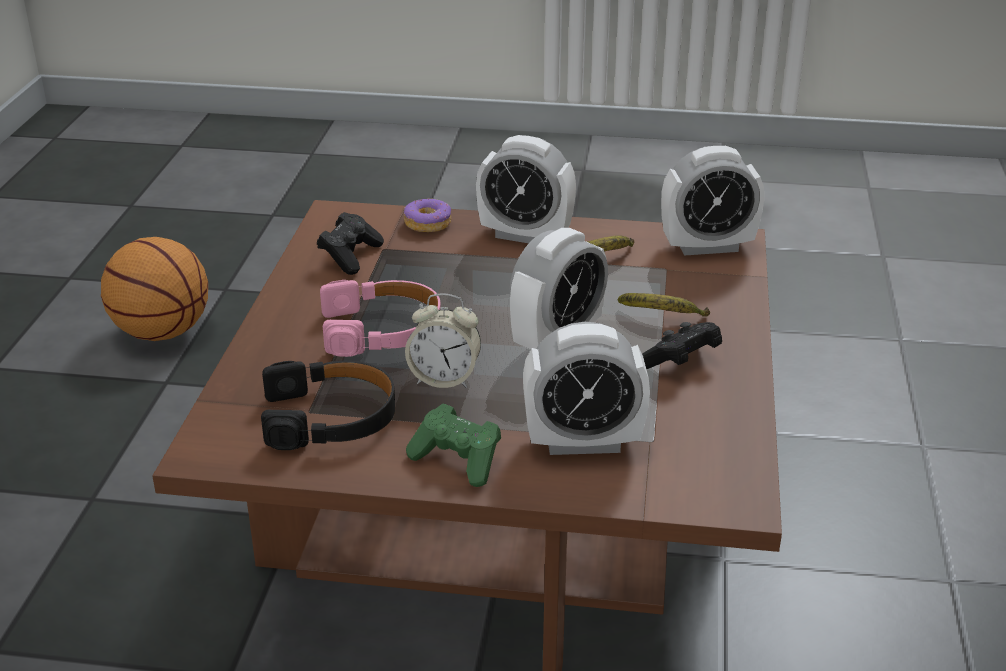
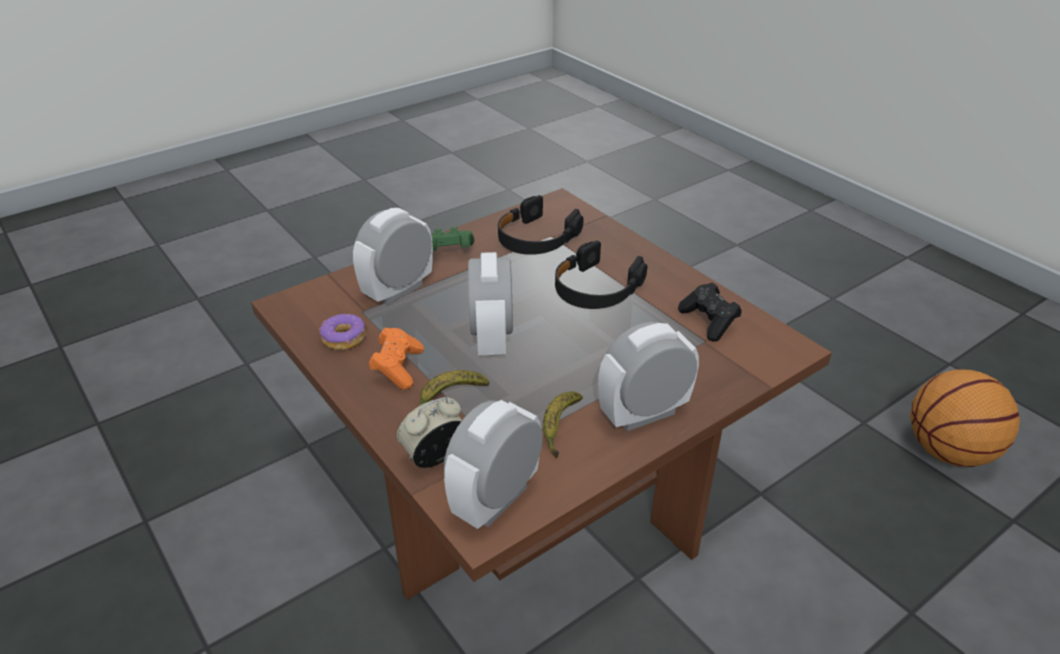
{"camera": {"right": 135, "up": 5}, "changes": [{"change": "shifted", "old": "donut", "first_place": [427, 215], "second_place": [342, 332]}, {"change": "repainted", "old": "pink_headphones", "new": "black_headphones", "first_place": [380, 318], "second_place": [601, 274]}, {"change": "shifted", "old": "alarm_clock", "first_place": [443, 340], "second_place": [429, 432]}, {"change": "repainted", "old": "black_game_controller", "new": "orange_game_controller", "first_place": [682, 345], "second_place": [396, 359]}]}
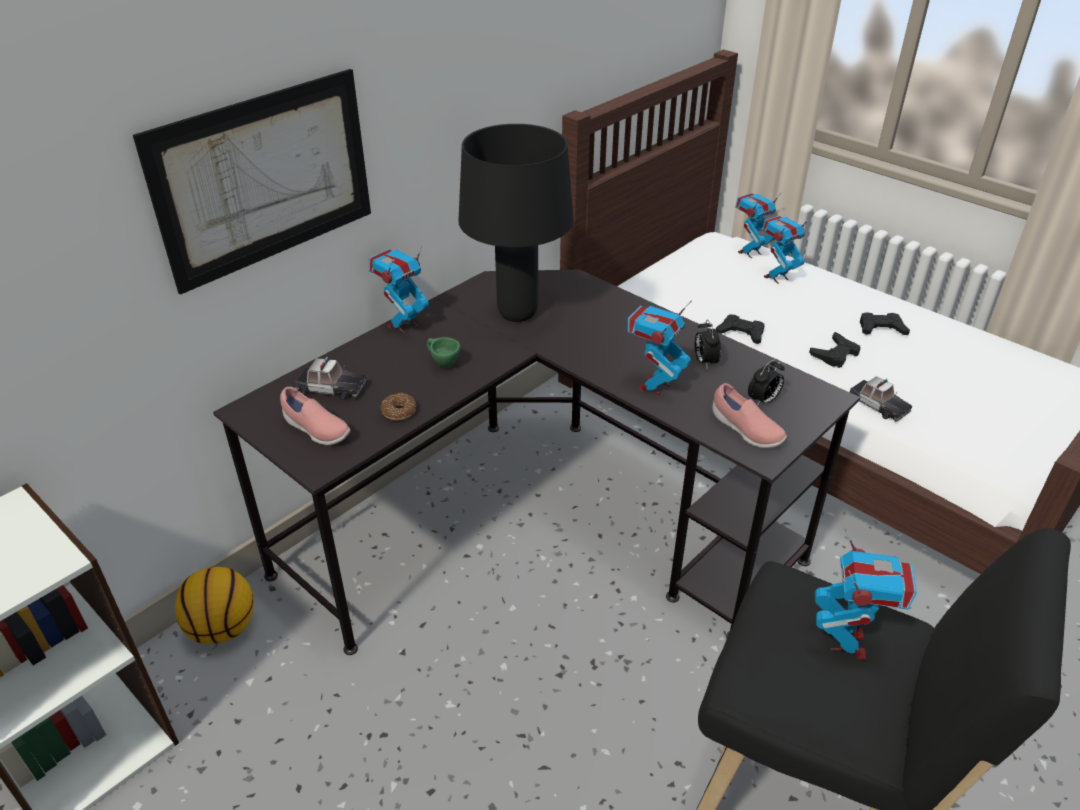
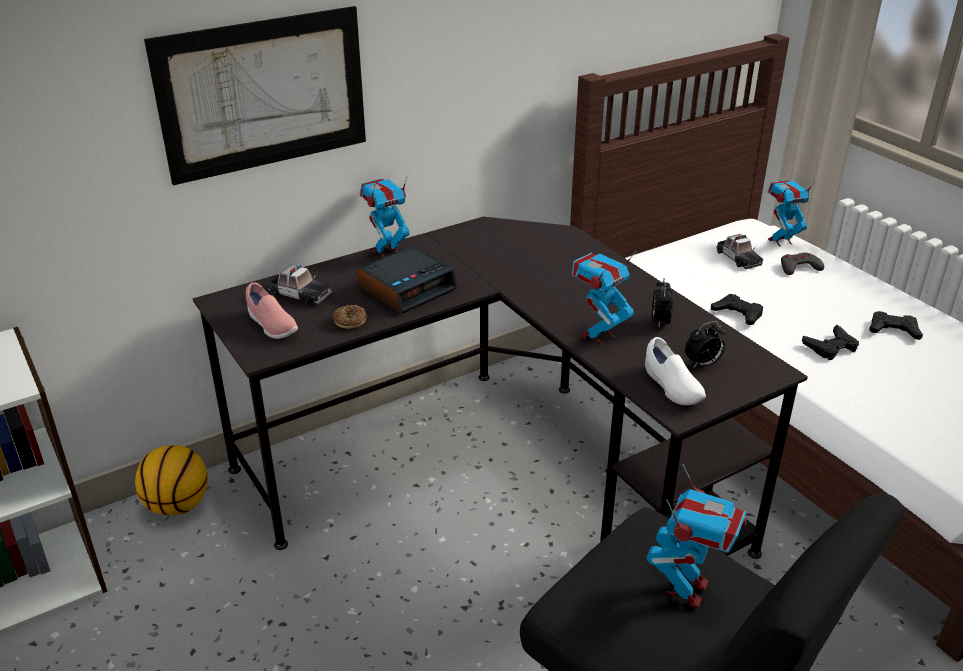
{"camera": {"right": 15, "up": -5}, "changes": [{"change": "gone", "old": "black_table_lamp", "first_place": [516, 223]}, {"change": "swapped", "old": "toy_robot", "new": "grey_game_controller", "first_place": [786, 250], "second_place": [802, 264]}, {"change": "swapped", "old": "green_cup", "new": "alarm_clock", "first_place": [443, 352], "second_place": [407, 280]}, {"change": "shifted", "old": "toy_car", "first_place": [881, 399], "second_place": [739, 251]}, {"change": "repainted", "old": "pink_shoe", "new": "white_shoe", "first_place": [749, 415], "second_place": [675, 371]}]}
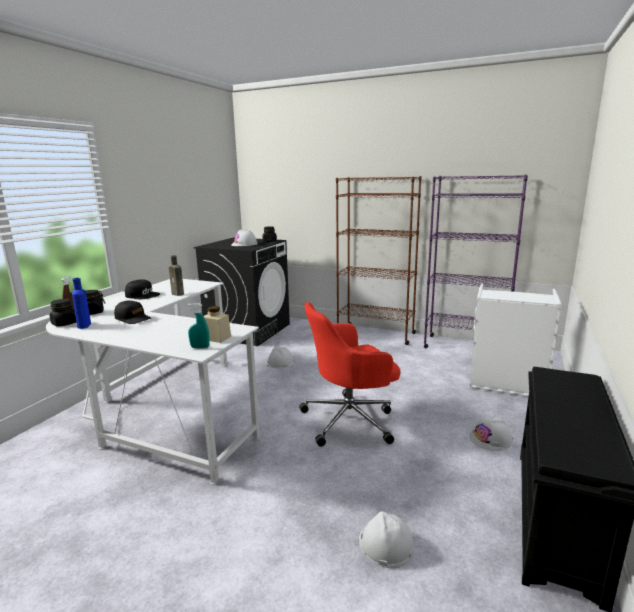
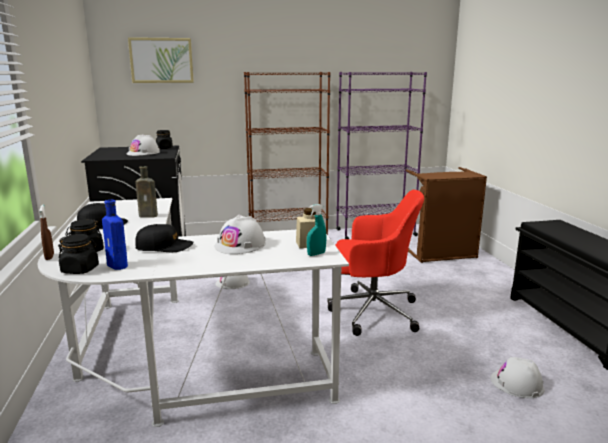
{"camera": {"right": -35, "up": 0}, "changes": [{"change": "repainted", "old": "white_laundry_basket", "new": "brown_laundry_basket", "first_place": [515, 340], "second_place": [446, 215]}, {"change": "rotated", "old": "red_office_chair", "first_place": [350, 374], "second_place": [375, 263], "degrees": -120}, {"change": "shifted", "old": "white_hard_hat", "first_place": [491, 433], "second_place": [240, 234]}, {"change": "new", "new": "picture", "second_place": [161, 60]}]}
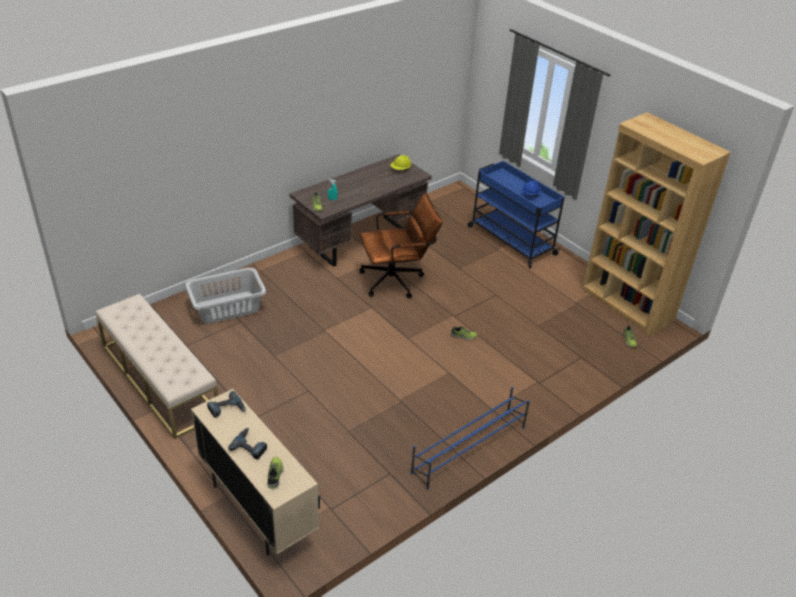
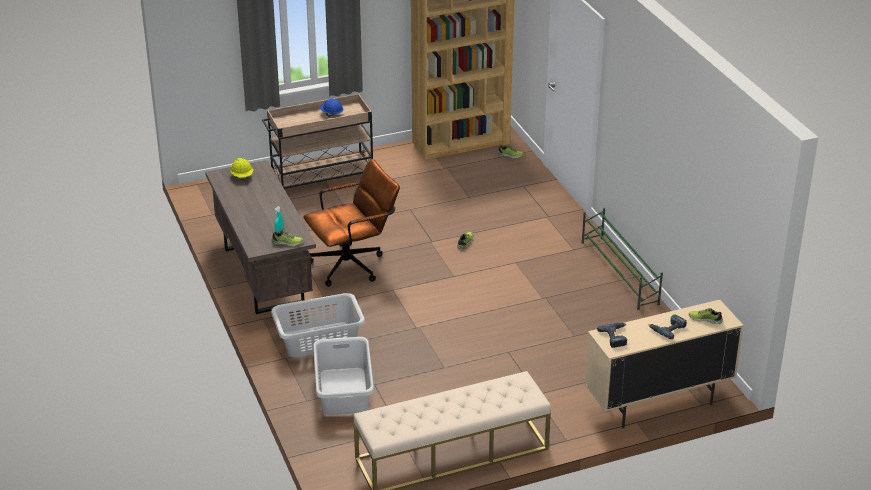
{"camera": {"right": -70, "up": -5}, "changes": [{"change": "repainted", "old": "blue_cart", "new": "beige_cart", "first_place": [516, 214], "second_place": [317, 141]}, {"change": "rotated", "old": "brown_office_chair", "first_place": [401, 245], "second_place": [351, 223], "degrees": 60}, {"change": "repainted", "old": "blue_shoe_rack", "new": "green_shoe_rack", "first_place": [470, 438], "second_place": [622, 259]}, {"change": "new", "new": "grey_laundry_basket", "second_place": [318, 325]}]}
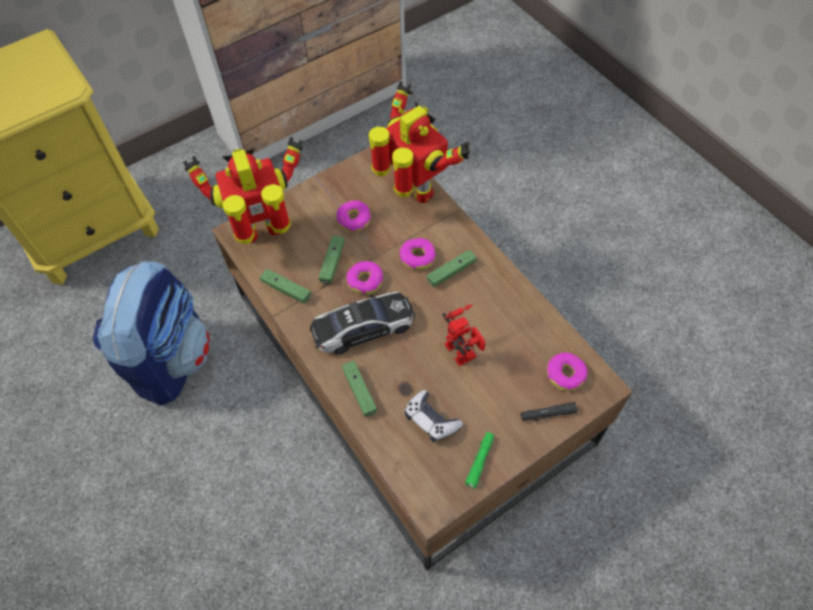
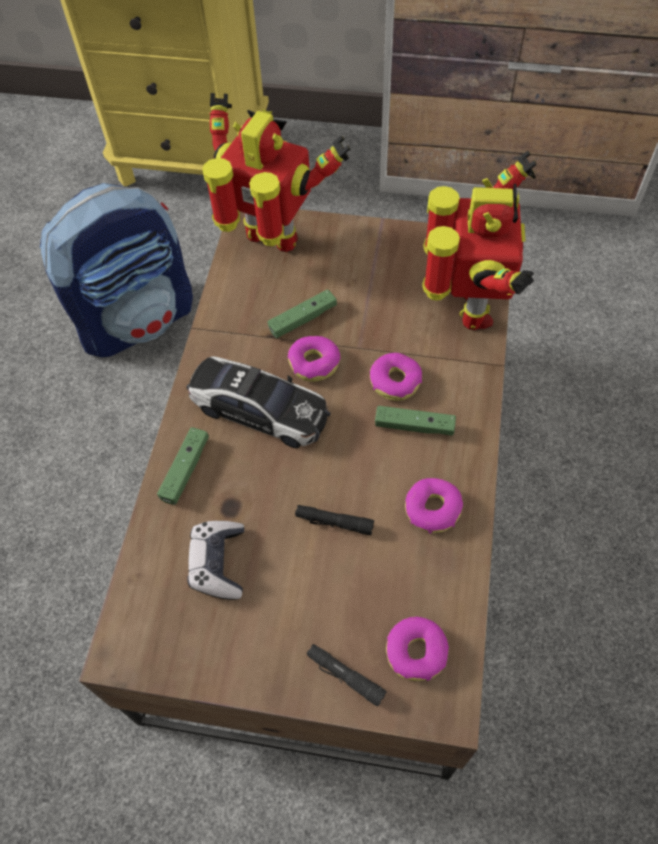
{"camera": {"right": 45, "up": 0}, "changes": [{"change": "shifted", "old": "donut", "first_place": [353, 216], "second_place": [434, 506]}, {"change": "gone", "old": "green_game_controller", "first_place": [285, 286]}, {"change": "swapped", "old": "toy_robot", "new": "black_flashlight", "first_place": [463, 335], "second_place": [334, 520]}, {"change": "gone", "old": "green_flashlight", "first_place": [479, 460]}]}
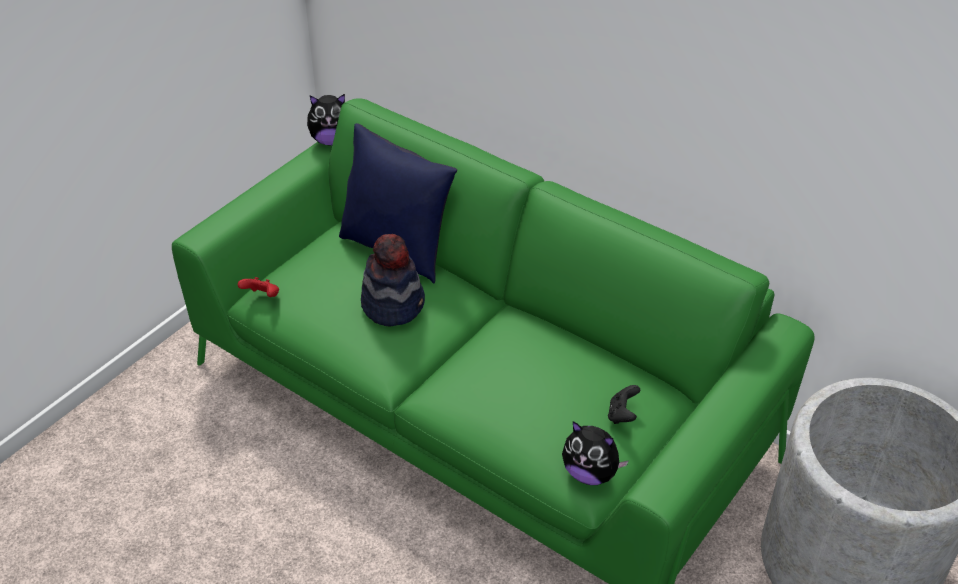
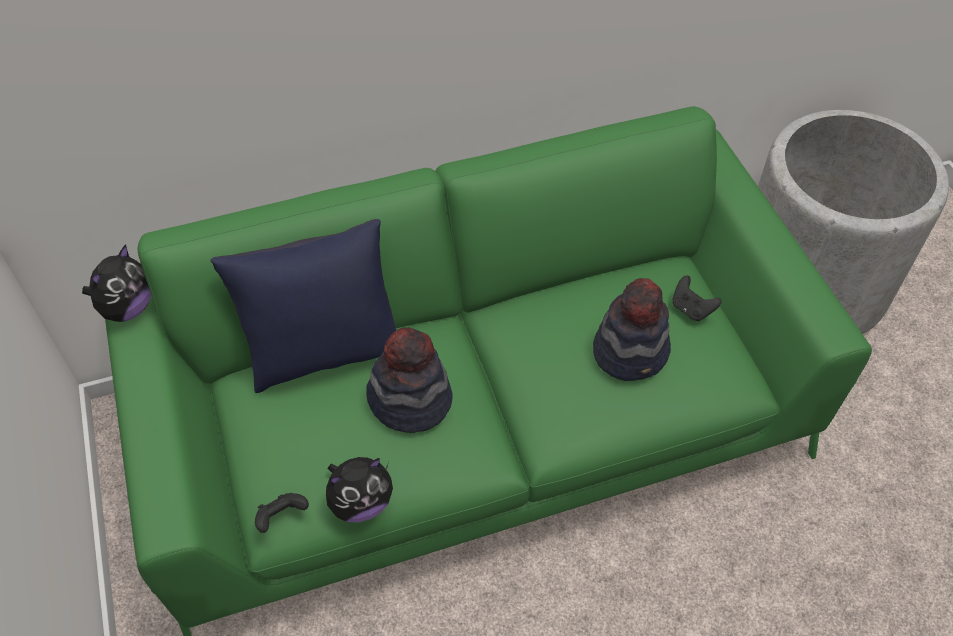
{"camera": {"right": -55, "up": 10}, "changes": [{"change": "repainted", "old": "red_game_controller", "new": "black_game_controller", "first_place": [258, 287], "second_place": [282, 513]}, {"change": "shifted", "old": "plush_toy", "first_place": [595, 453], "second_place": [359, 489]}, {"change": "new", "new": "hat", "second_place": [632, 329]}]}
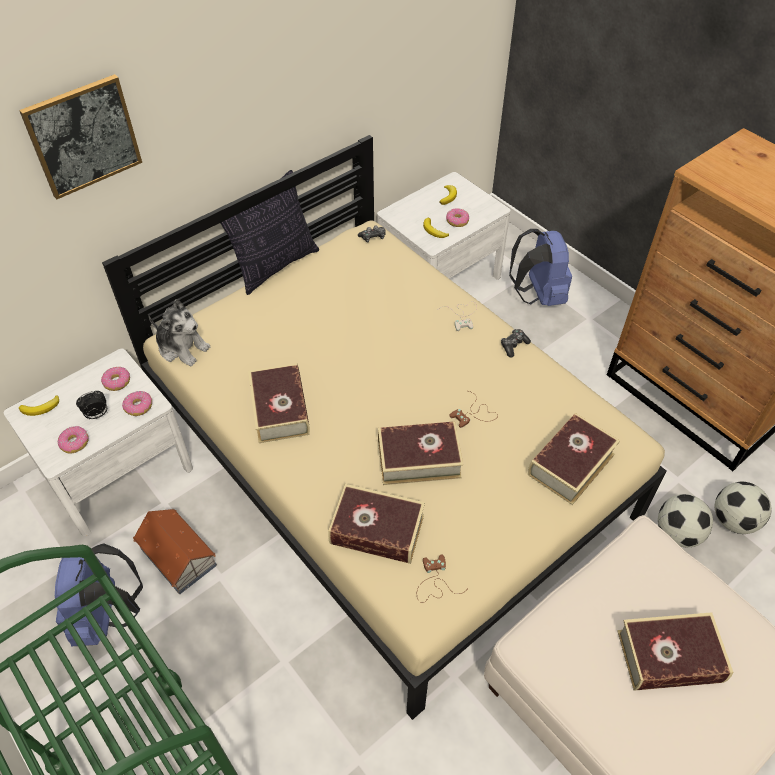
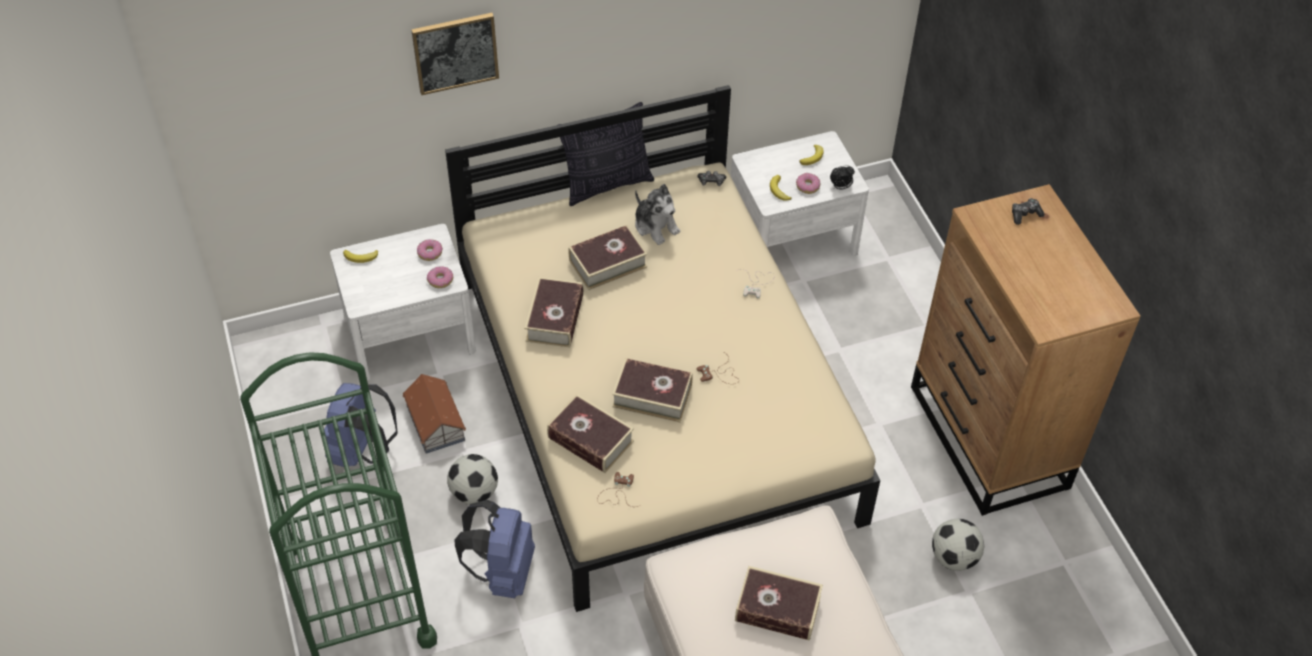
{"camera": {"right": 20, "up": 0}, "changes": [{"change": "shifted", "old": "blue_backpack", "first_place": [540, 267], "second_place": [494, 549]}, {"change": "shifted", "old": "plush_toy", "first_place": [179, 332], "second_place": [657, 214]}, {"change": "shifted", "old": "game_controller", "first_place": [516, 343], "second_place": [1028, 211]}, {"change": "shifted", "old": "alarm_clock", "first_place": [91, 405], "second_place": [842, 177]}, {"change": "shifted", "old": "book", "first_place": [574, 459], "second_place": [607, 257]}, {"change": "gone", "old": "donut", "first_place": [73, 440]}, {"change": "shifted", "old": "football", "first_place": [685, 521], "second_place": [472, 479]}]}
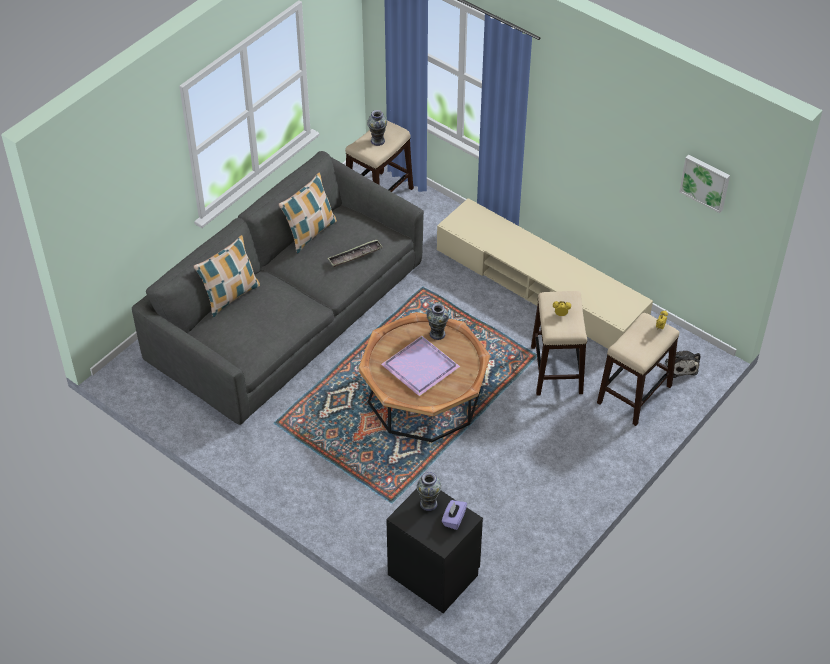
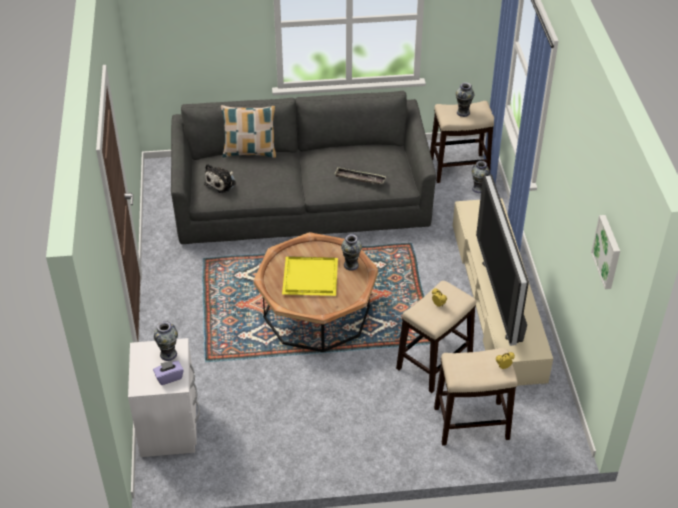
{"camera": {"right": 45, "up": -5}, "changes": [{"change": "gone", "old": "pillow", "first_place": [308, 213]}, {"change": "repainted", "old": "purple_tray", "new": "yellow_tray", "first_place": [420, 366], "second_place": [310, 276]}, {"change": "shifted", "old": "plush_toy", "first_place": [682, 364], "second_place": [220, 178]}, {"change": "repainted", "old": "black_nightstand", "new": "white_nightstand", "first_place": [434, 551], "second_place": [164, 397]}, {"change": "new", "new": "vase", "second_place": [480, 177]}, {"change": "new", "new": "television", "second_place": [502, 260]}]}
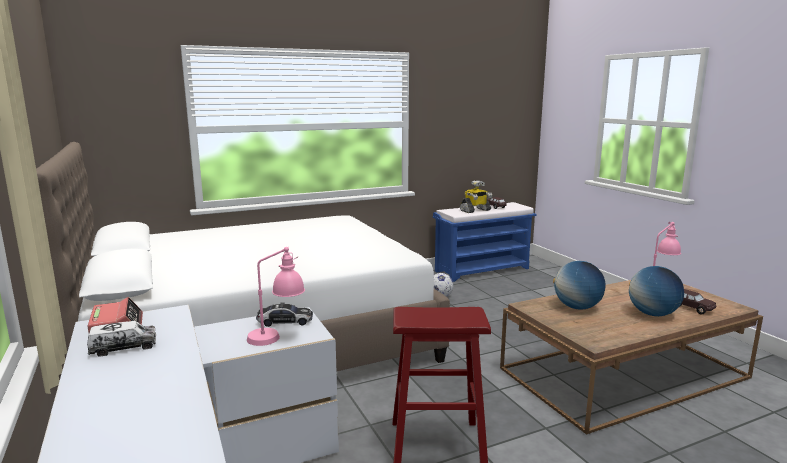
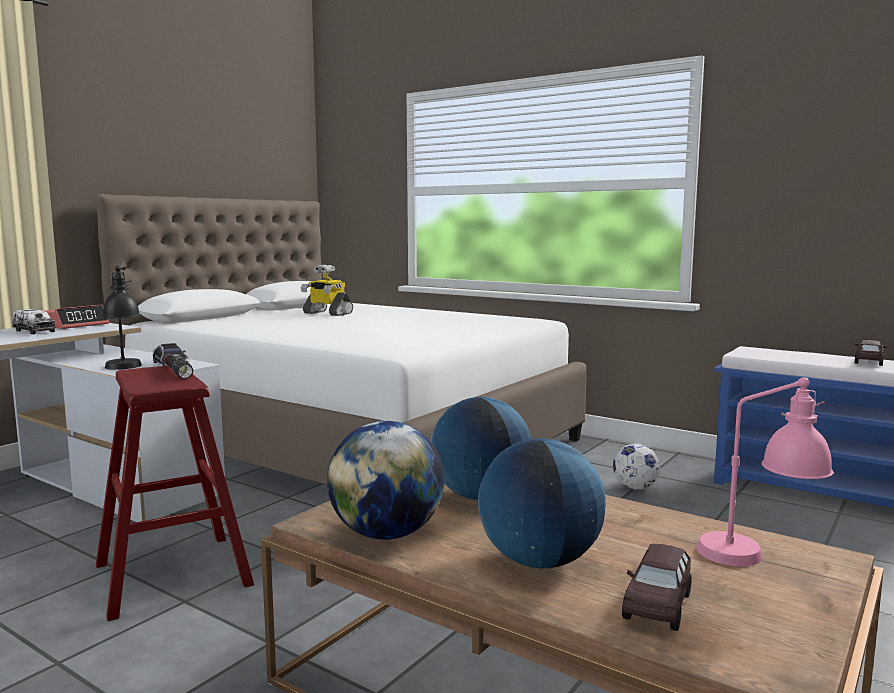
{"camera": {"right": 60, "up": -5}, "changes": [{"change": "shifted", "old": "toy_robot", "first_place": [476, 196], "second_place": [327, 290]}, {"change": "repainted", "old": "pink_table_lamp", "new": "black_table_lamp", "first_place": [276, 296], "second_place": [122, 318]}, {"change": "new", "new": "black_flashlight", "second_place": [177, 366]}, {"change": "new", "new": "globe", "second_place": [385, 480]}]}
